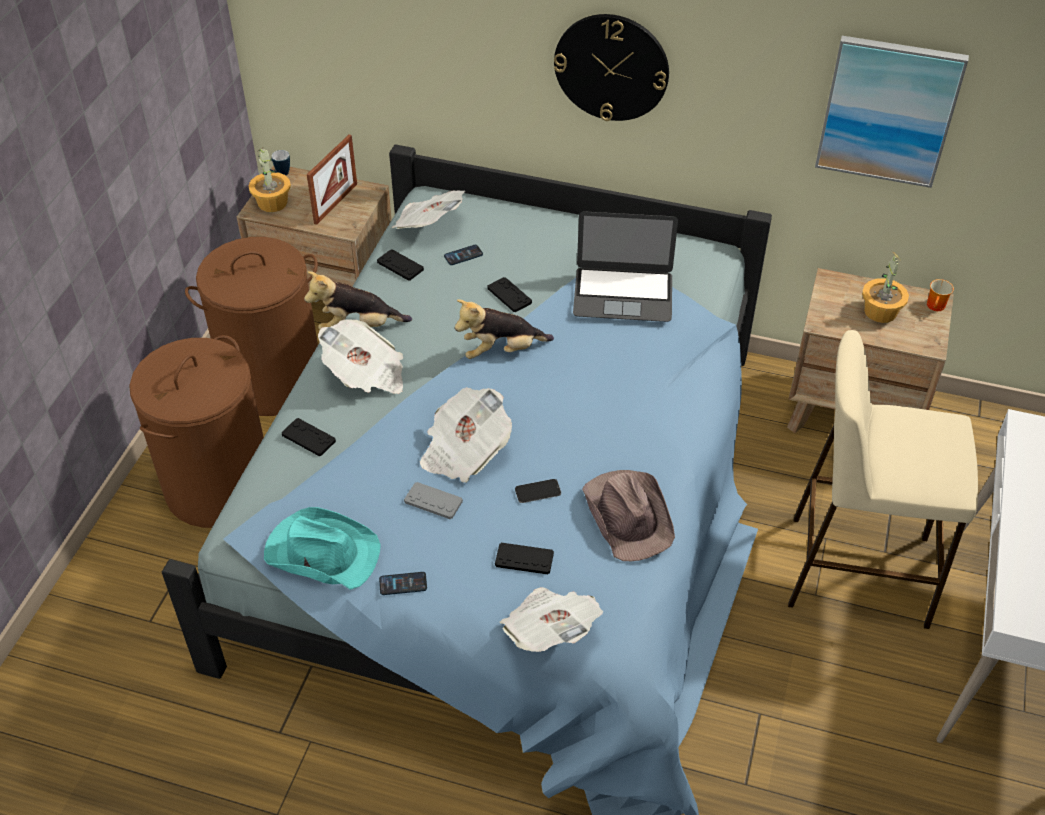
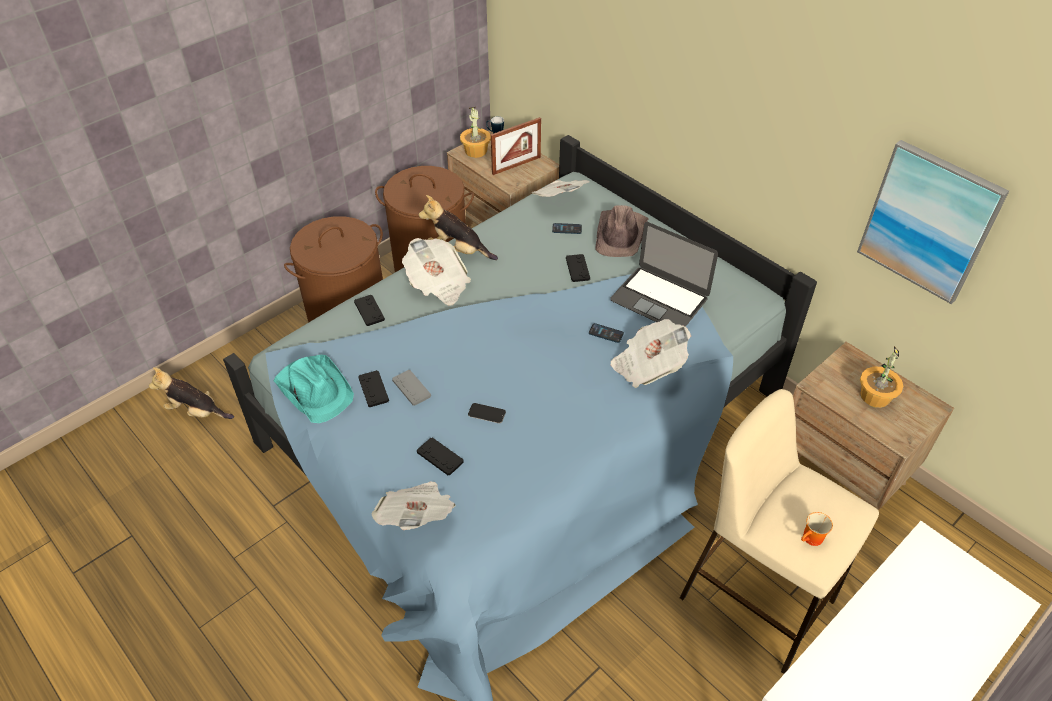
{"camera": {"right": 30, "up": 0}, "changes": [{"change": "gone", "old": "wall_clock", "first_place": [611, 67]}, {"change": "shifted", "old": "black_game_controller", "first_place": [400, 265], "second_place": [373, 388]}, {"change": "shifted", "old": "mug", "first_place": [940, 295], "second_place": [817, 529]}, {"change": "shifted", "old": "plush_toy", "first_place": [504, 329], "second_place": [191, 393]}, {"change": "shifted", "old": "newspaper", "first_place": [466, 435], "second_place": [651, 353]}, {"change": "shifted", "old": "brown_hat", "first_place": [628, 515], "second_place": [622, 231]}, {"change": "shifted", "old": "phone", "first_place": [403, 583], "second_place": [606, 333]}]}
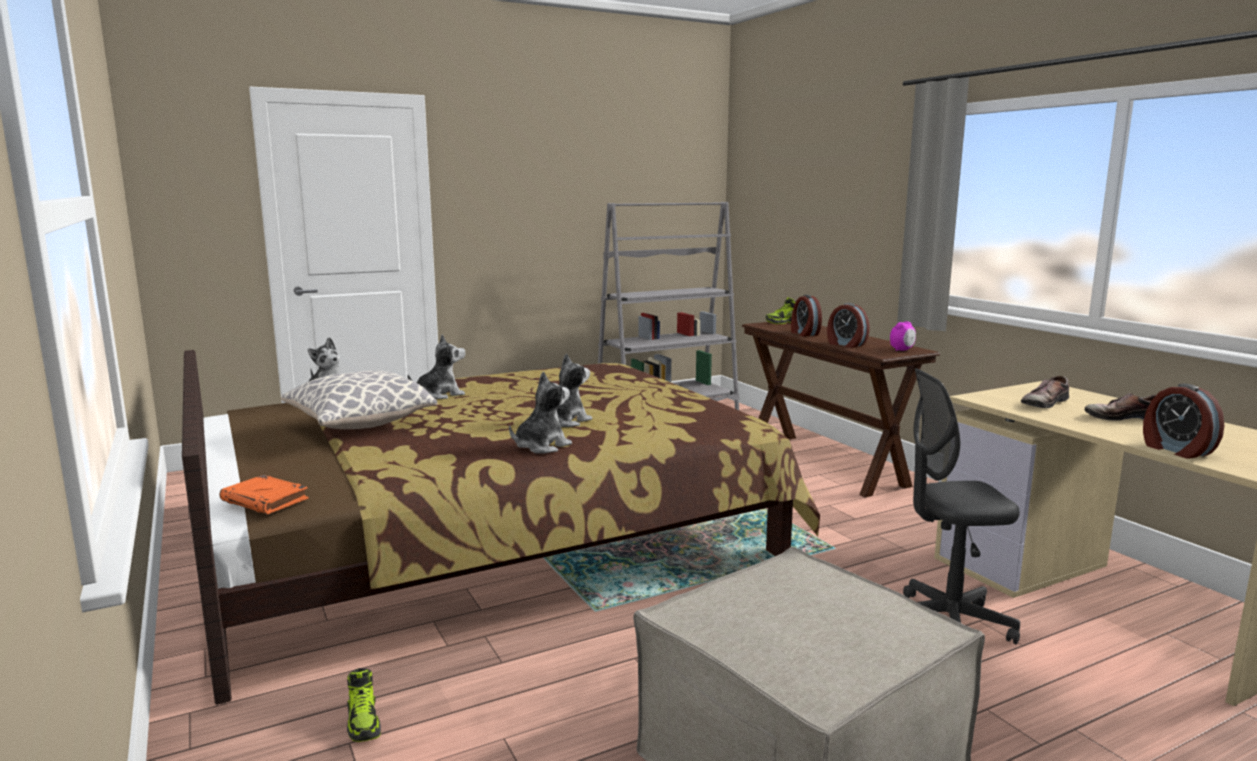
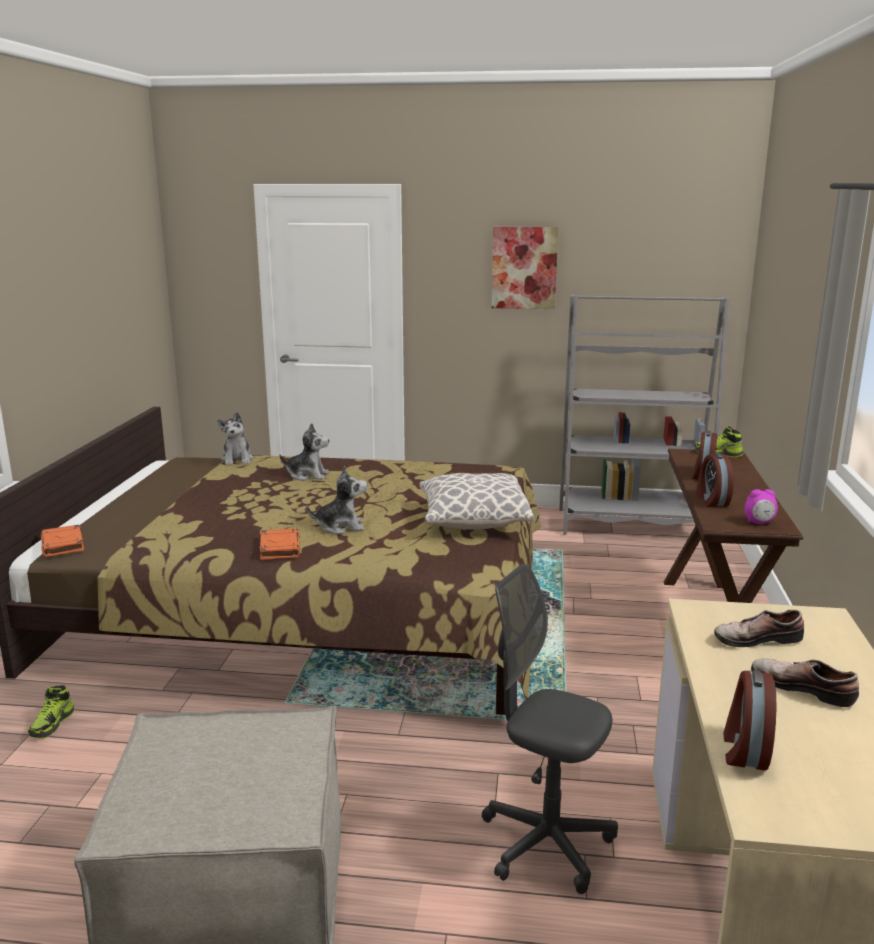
{"camera": {"right": 35, "up": 5}, "changes": [{"change": "shifted", "old": "pillow", "first_place": [359, 399], "second_place": [477, 501]}, {"change": "swapped", "old": "plush_toy", "new": "orange_book", "first_place": [540, 413], "second_place": [279, 544]}, {"change": "new", "new": "picture", "second_place": [525, 268]}]}
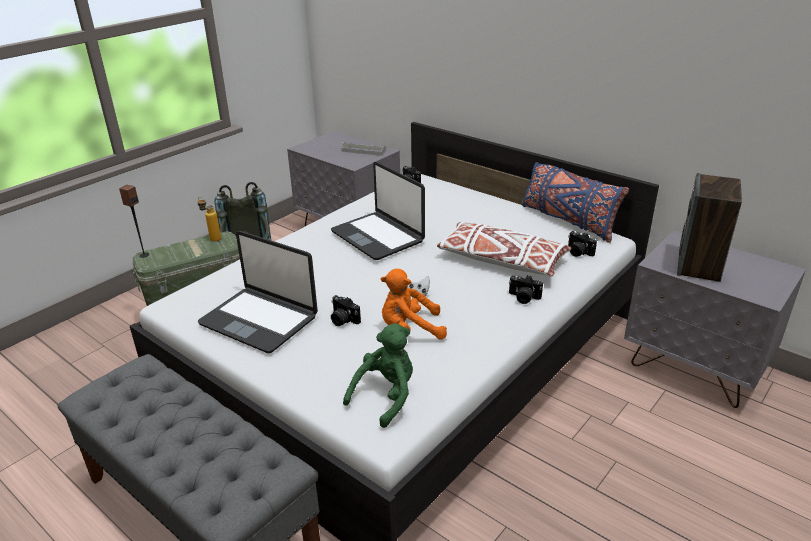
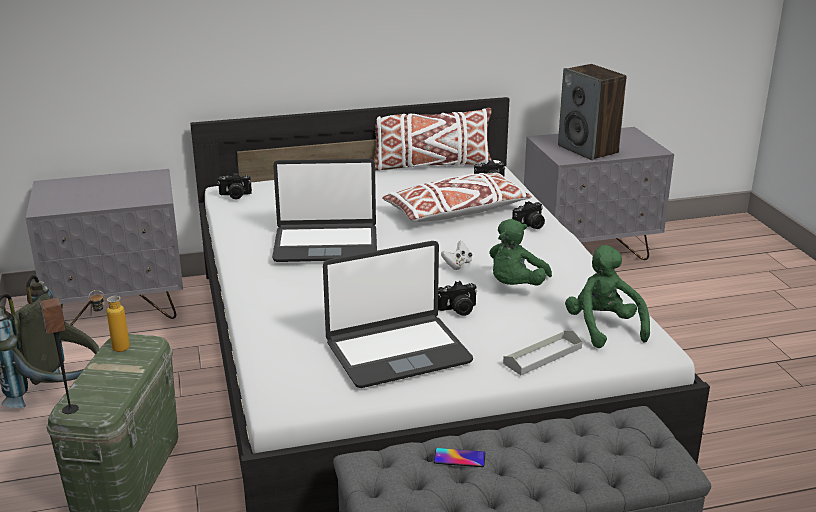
{"camera": {"right": -55, "up": -5}, "changes": [{"change": "shifted", "old": "grey_tray", "first_place": [363, 149], "second_place": [542, 352]}, {"change": "repainted", "old": "blue_pillow", "new": "white_pillow", "first_place": [575, 202], "second_place": [433, 139]}, {"change": "repainted", "old": "orange_plush_toy", "new": "green_plush_toy", "first_place": [414, 304], "second_place": [520, 252]}, {"change": "new", "new": "phone", "second_place": [459, 457]}]}
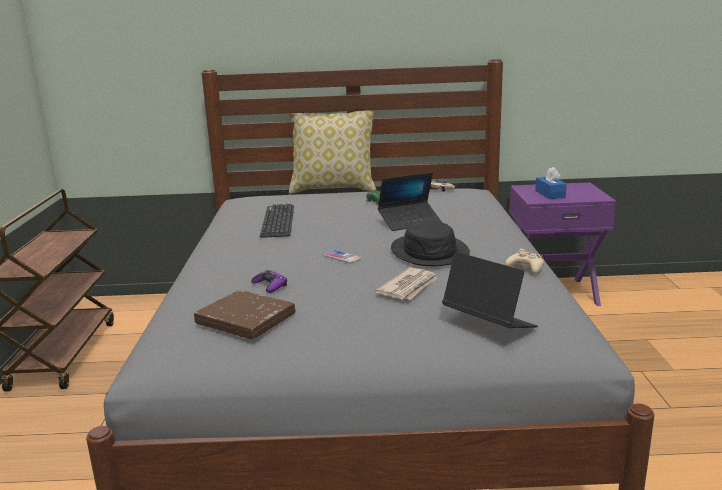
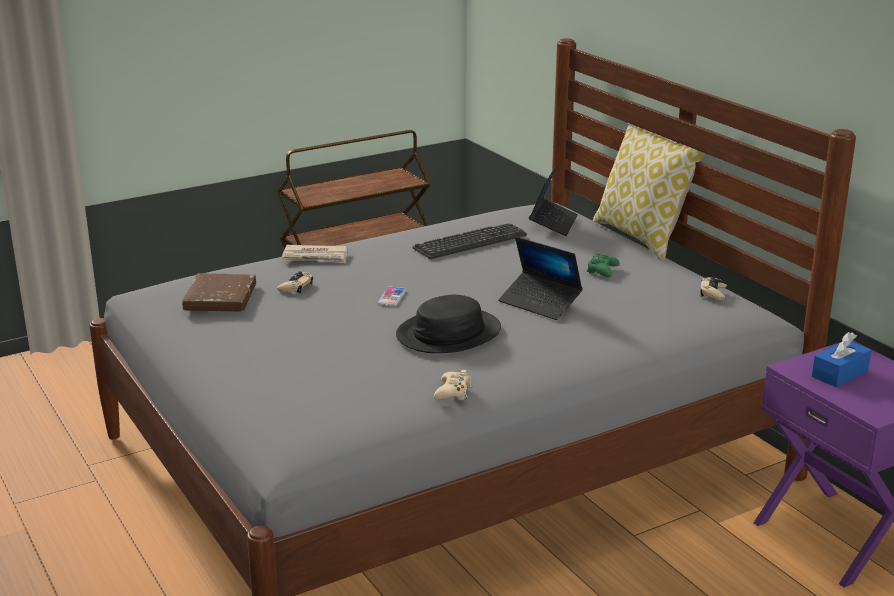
{"camera": {"right": 60, "up": 5}, "changes": [{"change": "shifted", "old": "laptop", "first_place": [490, 290], "second_place": [553, 200]}, {"change": "shifted", "old": "newspaper", "first_place": [406, 283], "second_place": [314, 254]}, {"change": "repainted", "old": "purple_game_controller", "new": "beige_game_controller", "first_place": [269, 281], "second_place": [295, 282]}]}
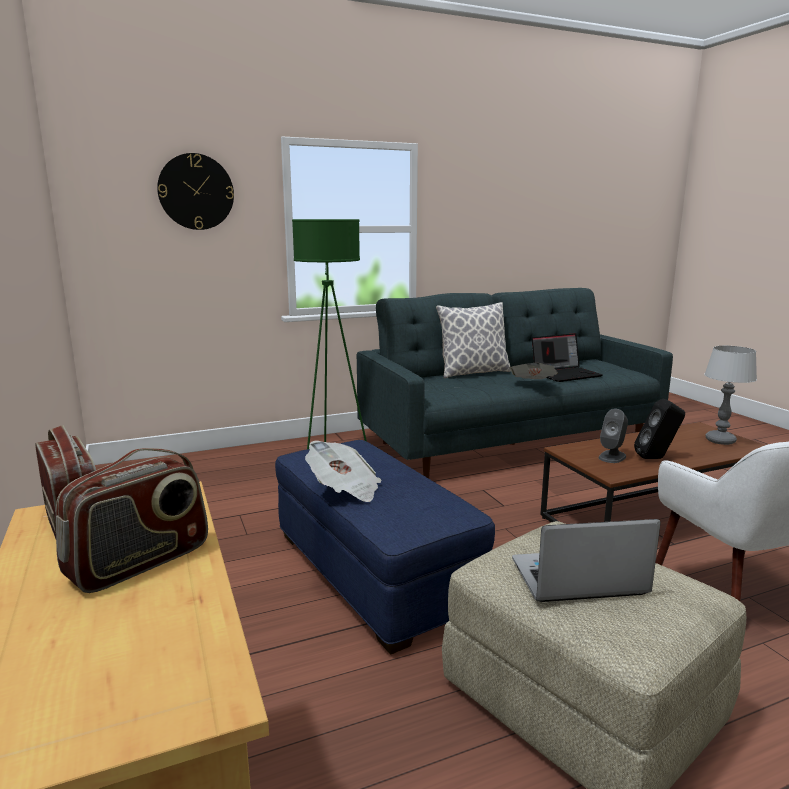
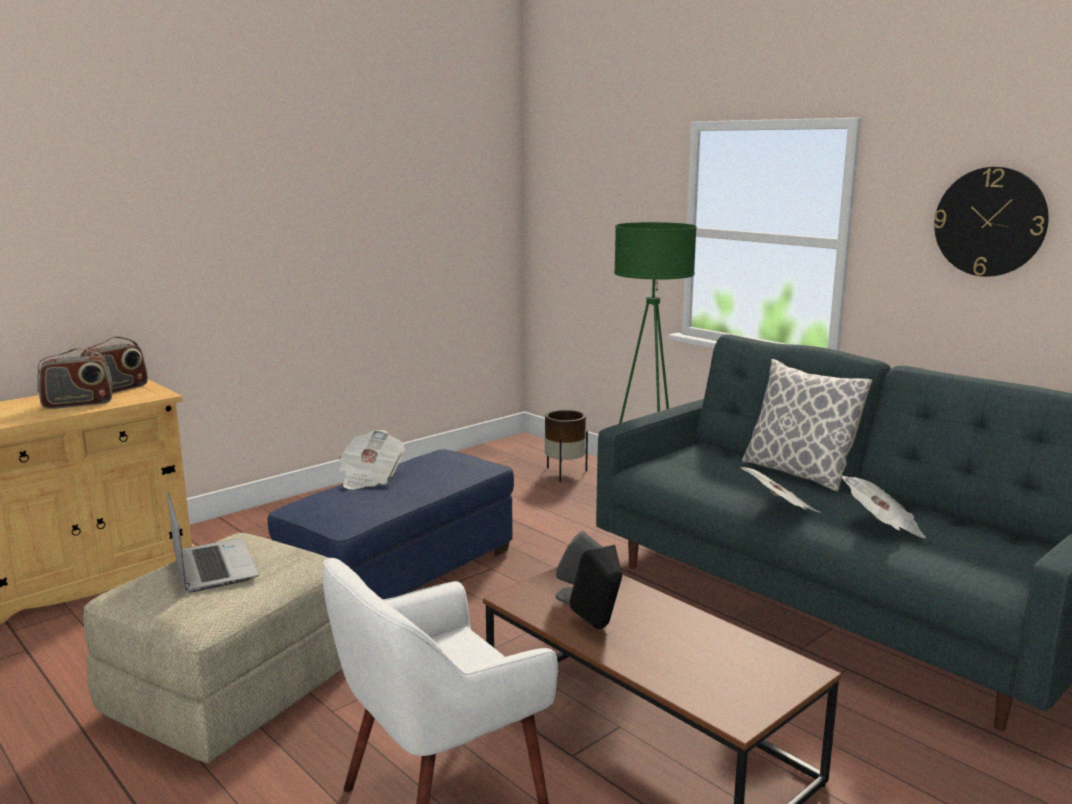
{"camera": {"right": 70, "up": 0}, "changes": [{"change": "shifted", "old": "wall_clock", "first_place": [195, 191], "second_place": [991, 222]}, {"change": "swapped", "old": "laptop", "new": "newspaper", "first_place": [567, 357], "second_place": [884, 507]}, {"change": "gone", "old": "table_lamp", "first_place": [730, 395]}, {"change": "rotated", "old": "radio", "first_place": [132, 520], "second_place": [75, 378], "degrees": -45}, {"change": "new", "new": "brown_planter", "second_place": [566, 446]}]}
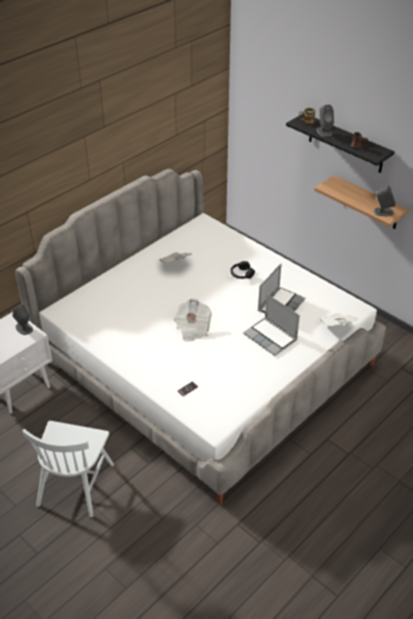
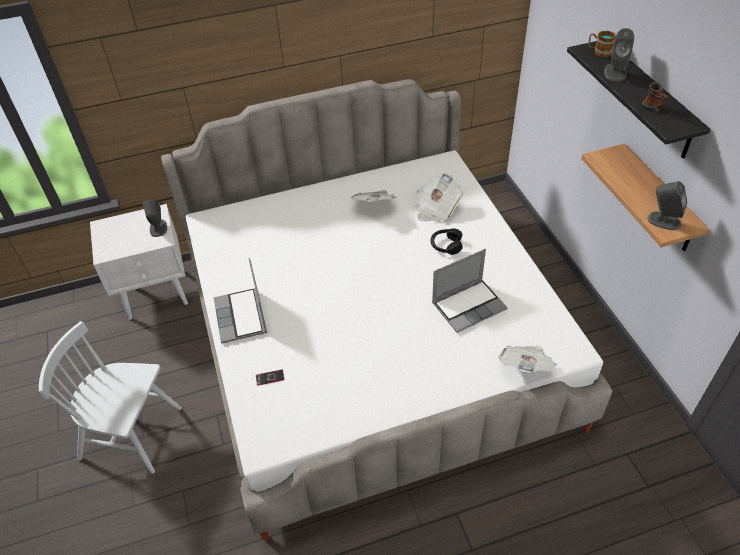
{"camera": {"right": 30, "up": 5}, "changes": [{"change": "shifted", "old": "laptop", "first_place": [271, 325], "second_place": [240, 301]}, {"change": "shifted", "old": "newspaper", "first_place": [193, 320], "second_place": [439, 197]}, {"change": "rotated", "old": "white_chair", "first_place": [68, 469], "second_place": [110, 397], "degrees": 60}]}
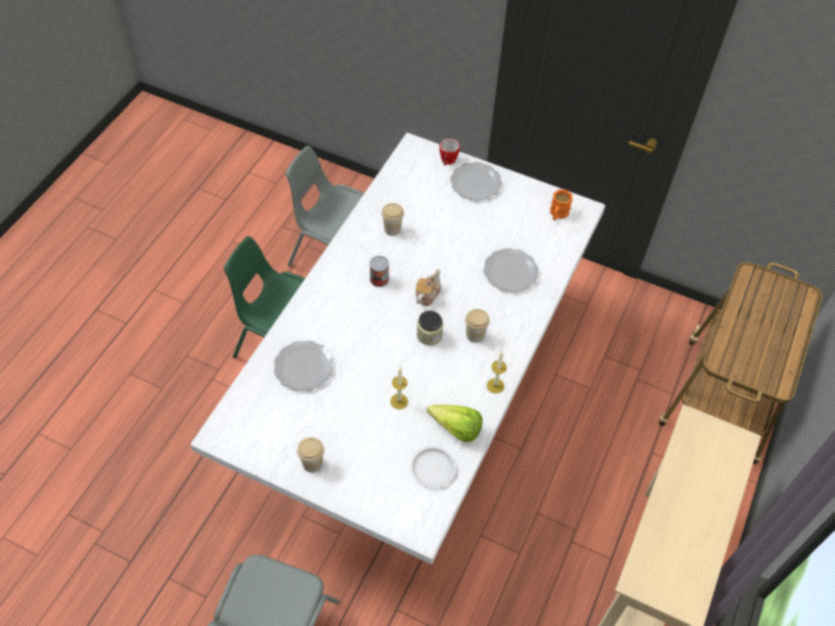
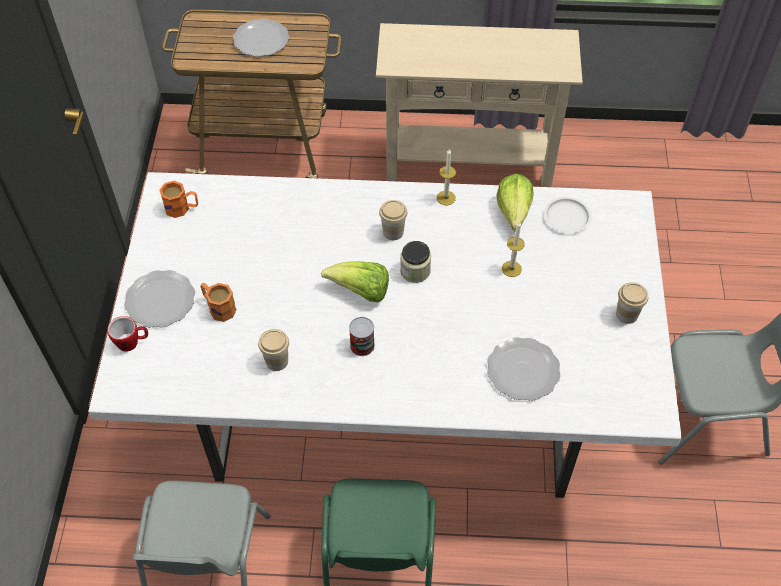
{"camera": {"right": -110, "up": 0}, "changes": [{"change": "shifted", "old": "plate", "first_place": [511, 270], "second_place": [261, 38]}, {"change": "swapped", "old": "teapot", "new": "lettuce", "first_place": [428, 287], "second_place": [355, 281]}, {"change": "new", "new": "orange_mug", "second_place": [218, 302]}]}
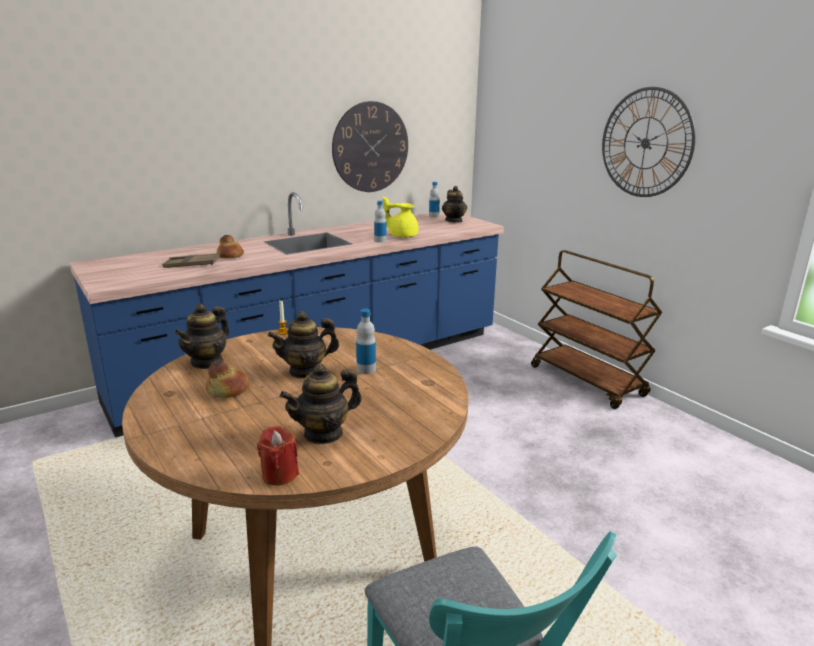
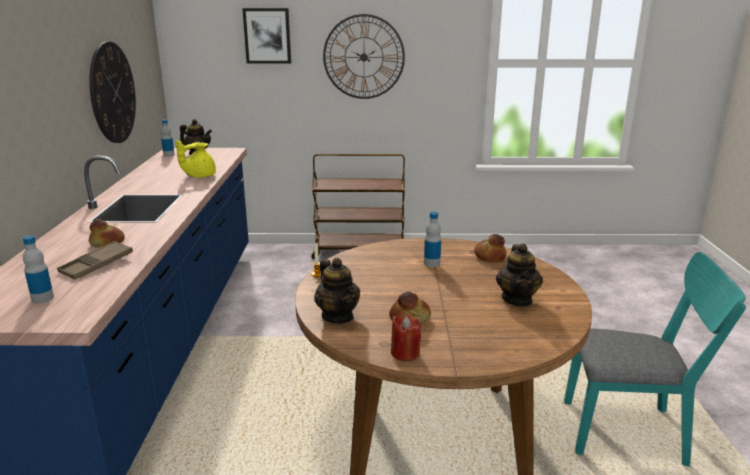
{"camera": {"right": -55, "up": 0}, "changes": [{"change": "shifted", "old": "bottle", "first_place": [380, 221], "second_place": [38, 269]}, {"change": "gone", "old": "teapot", "first_place": [303, 345]}, {"change": "shifted", "old": "red_candle", "first_place": [278, 455], "second_place": [406, 338]}, {"change": "new", "new": "picture", "second_place": [266, 36]}, {"change": "new", "new": "bread", "second_place": [490, 248]}]}
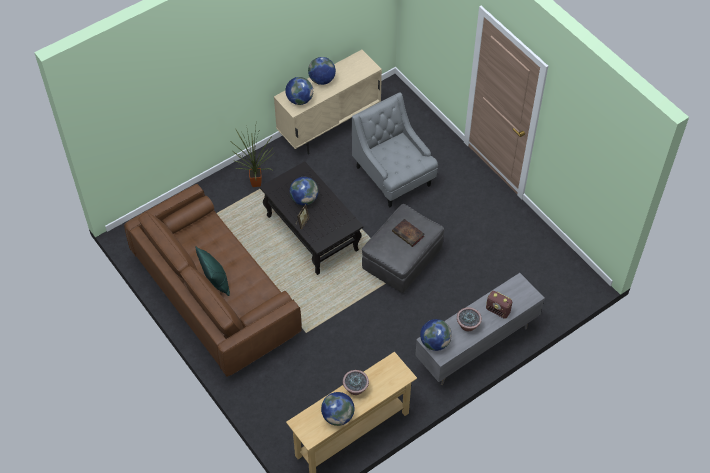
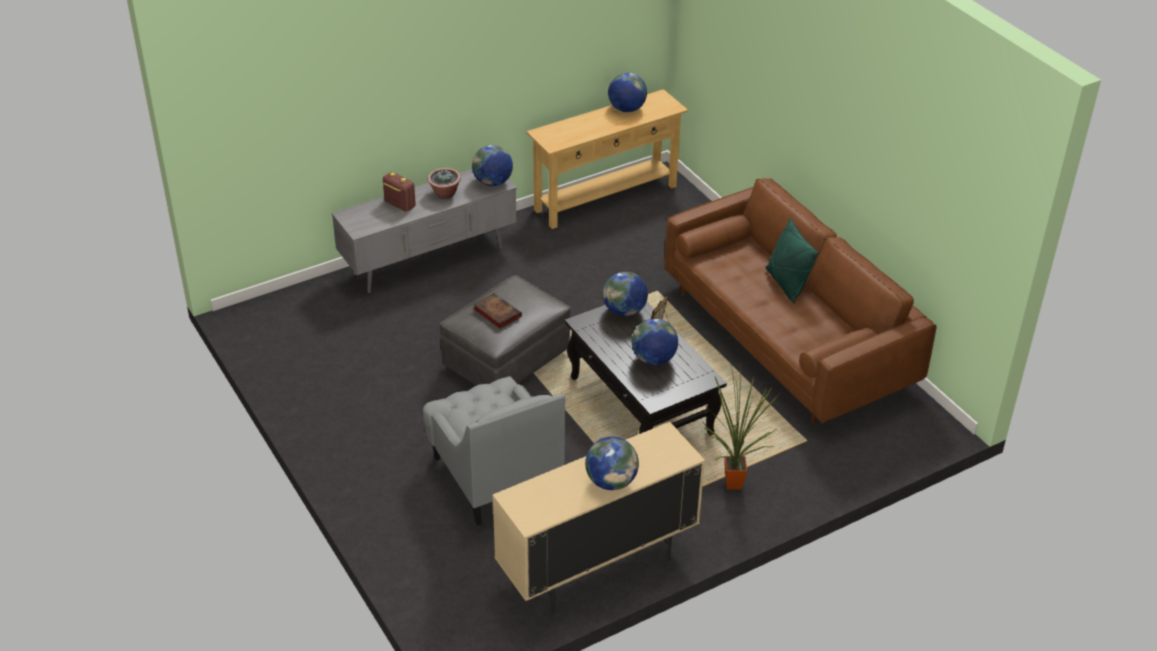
{"camera": {"right": -175, "up": -15}, "changes": [{"change": "shifted", "old": "globe", "first_place": [299, 91], "second_place": [625, 294]}, {"change": "gone", "old": "potted_plant", "first_place": [356, 382]}]}
